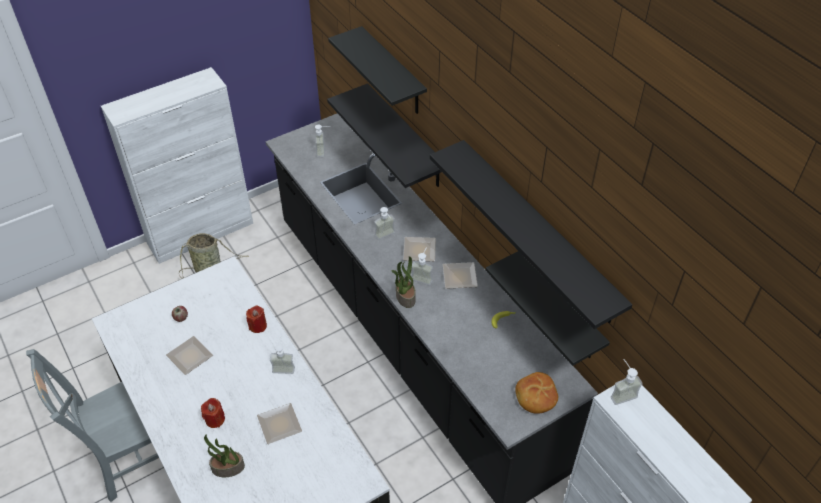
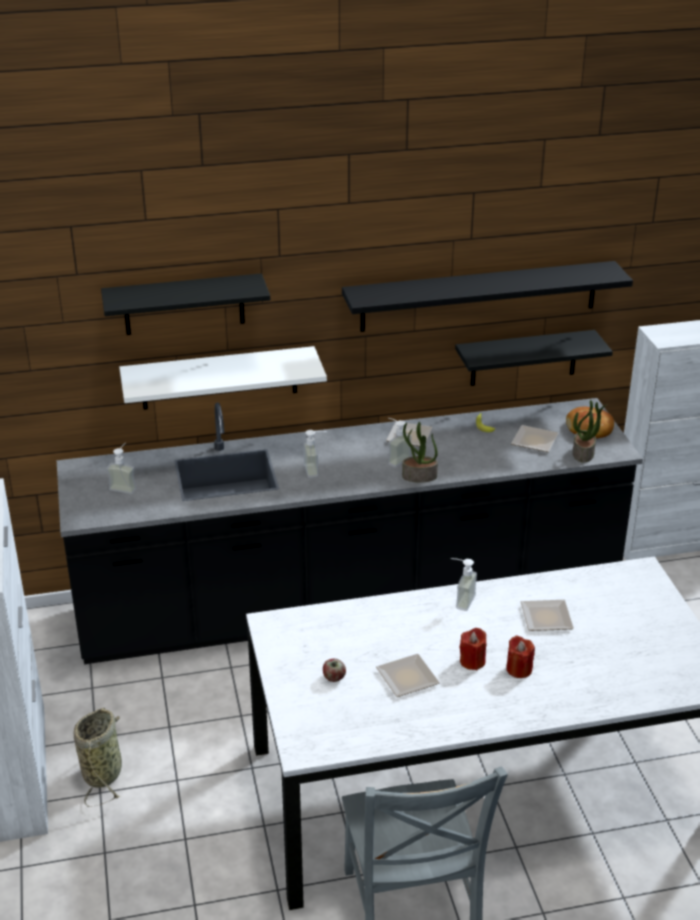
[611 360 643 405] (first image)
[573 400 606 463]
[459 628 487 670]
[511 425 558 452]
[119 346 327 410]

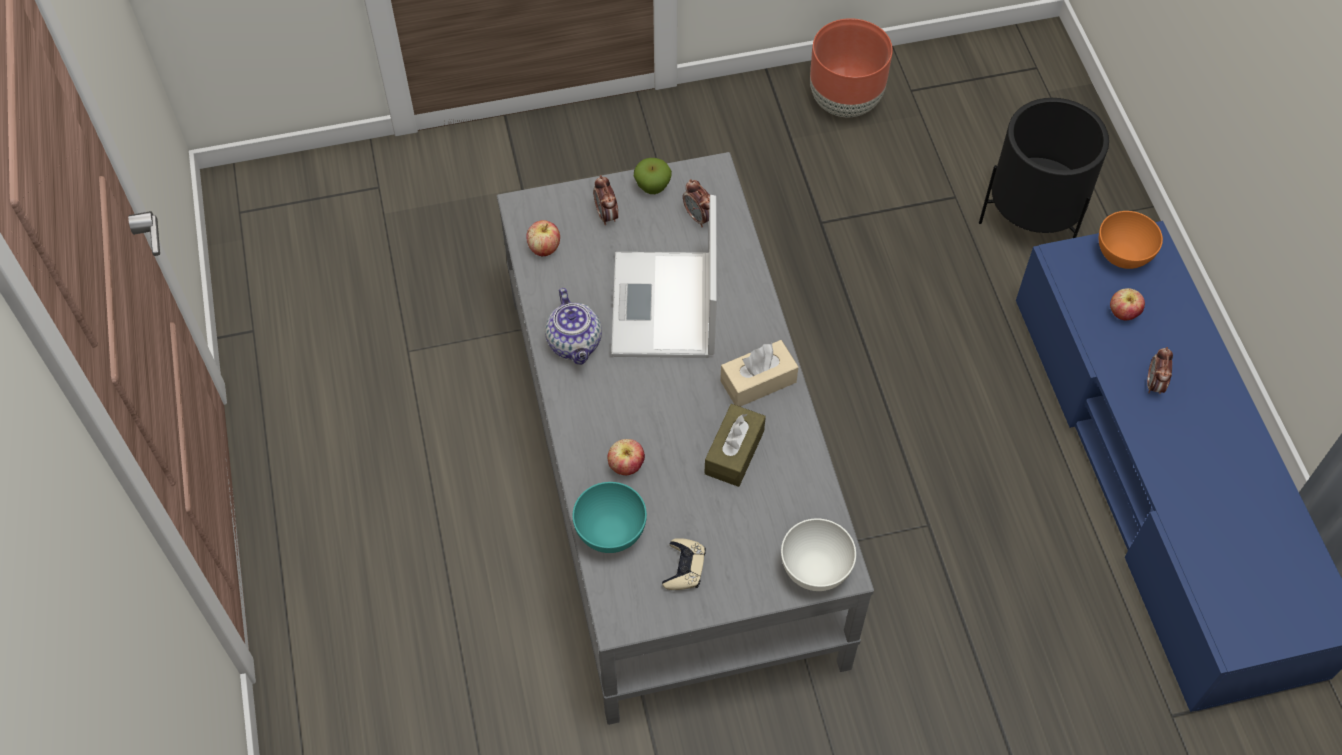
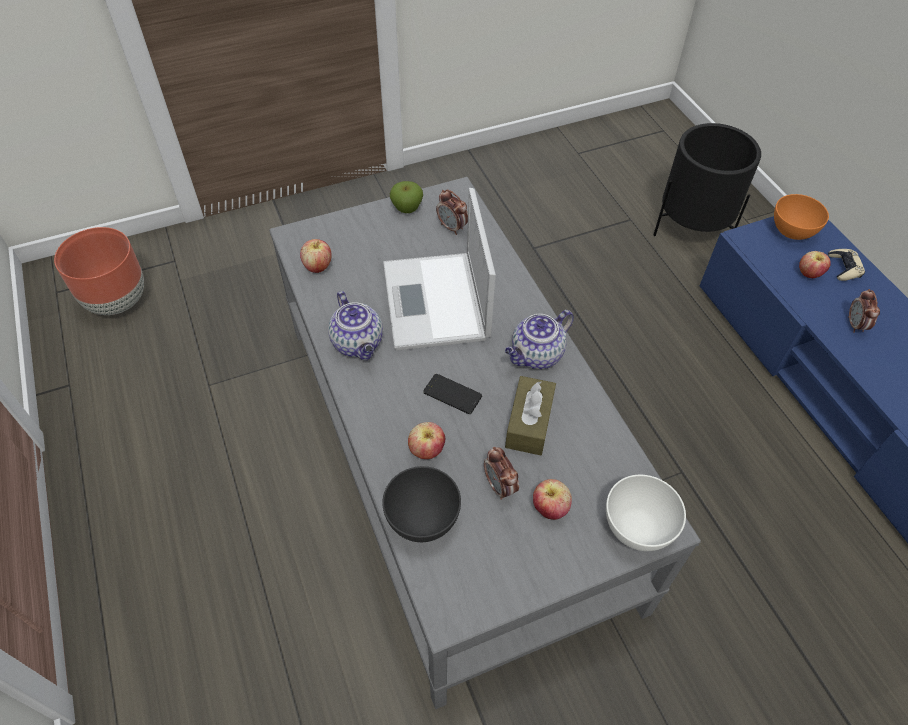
[423 374 482 414]
[533 479 572 520]
[484 447 519 500]
[828 249 865 281]
[54 227 144 315]
[505 310 574 369]
[382 466 461 542]

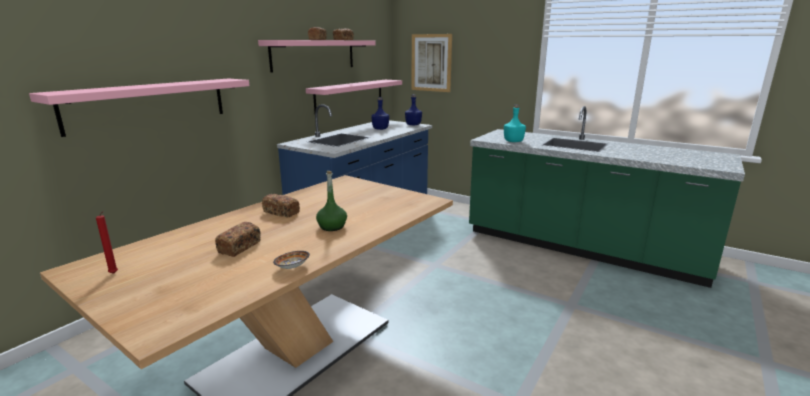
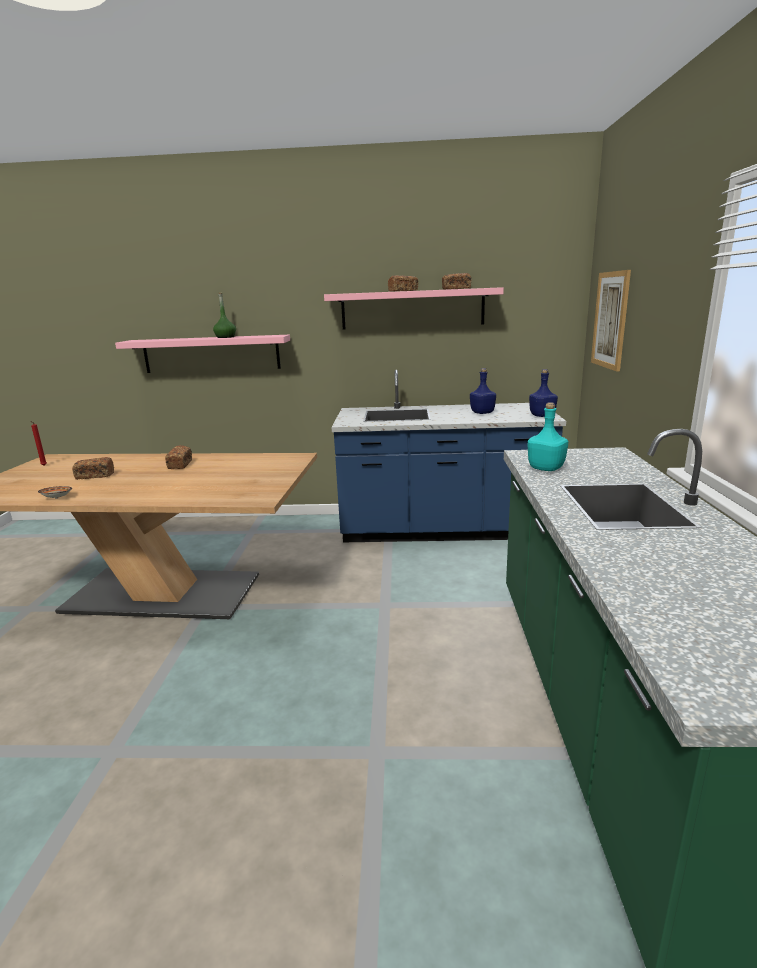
[306 80 402 113] (first image)
[213 292 236 338]

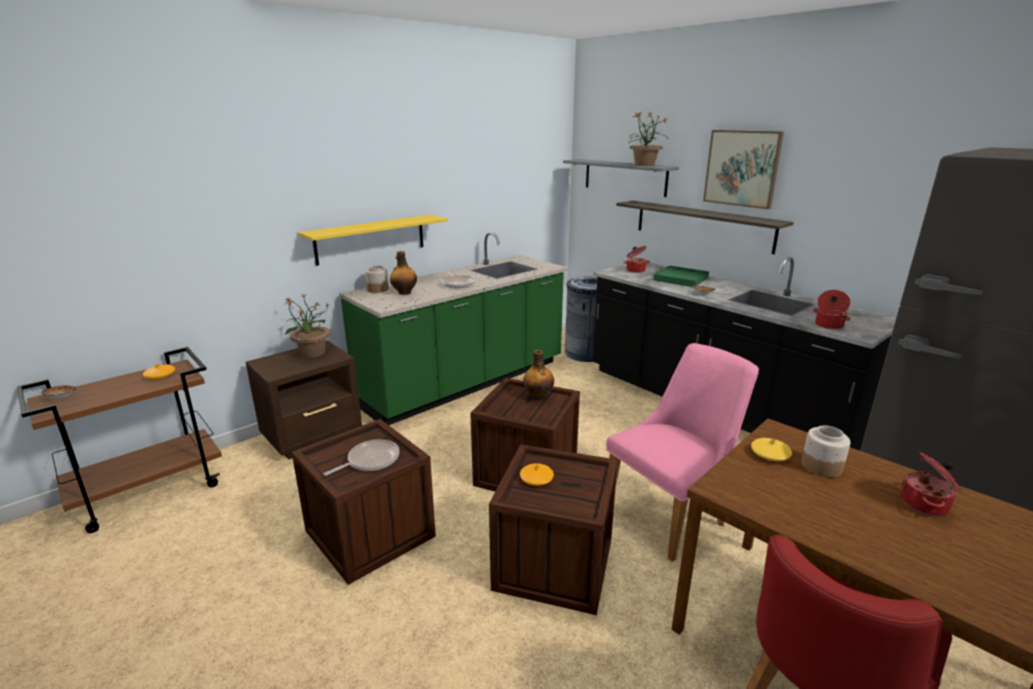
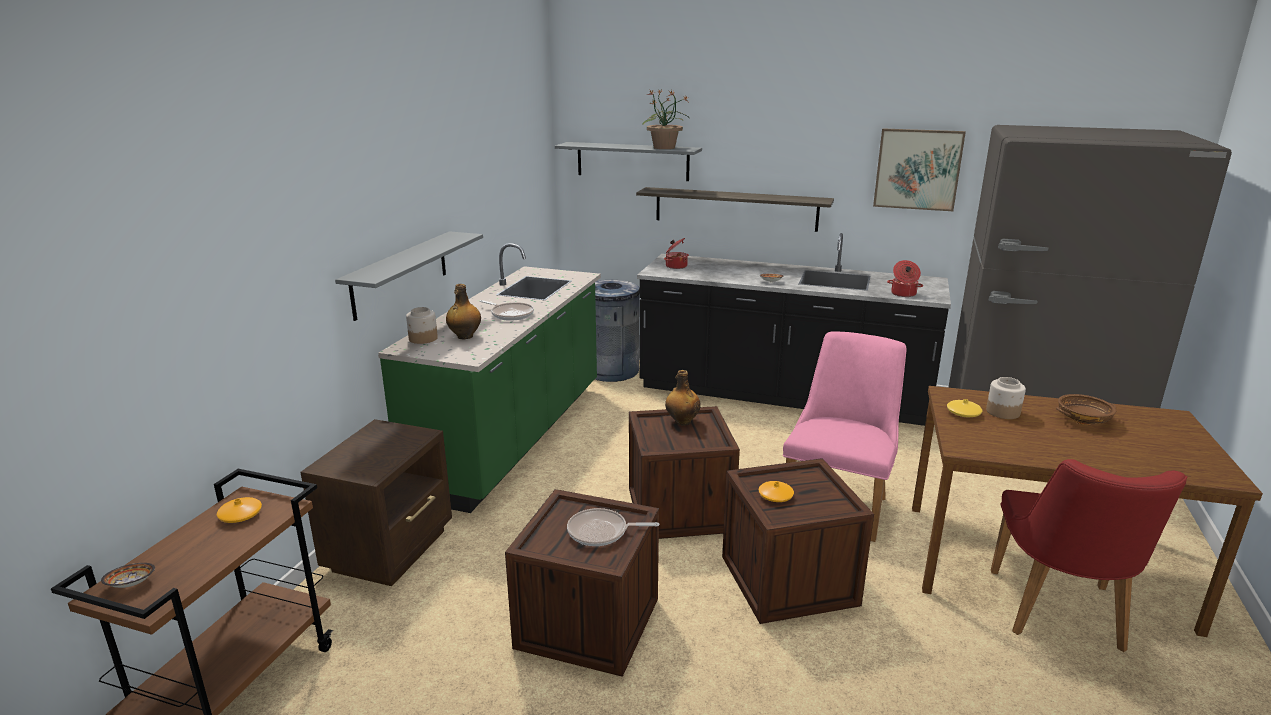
[284 294 330 358] (first image)
[653 265 709 287] (first image)
[873 128 966 211]
[1056 394 1116 425]
[335 231 483 321]
[567 508 659 546]

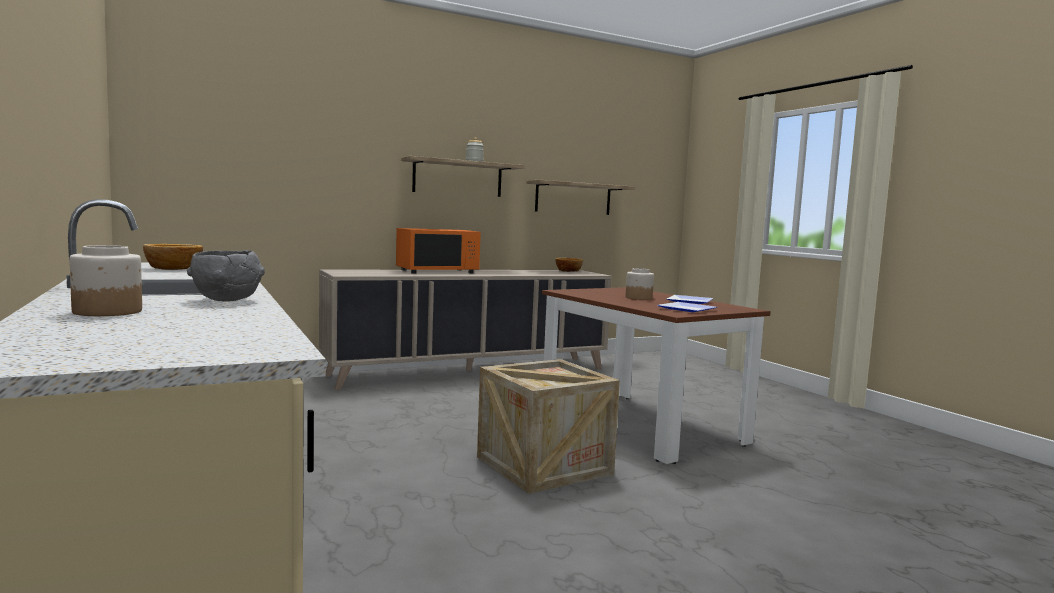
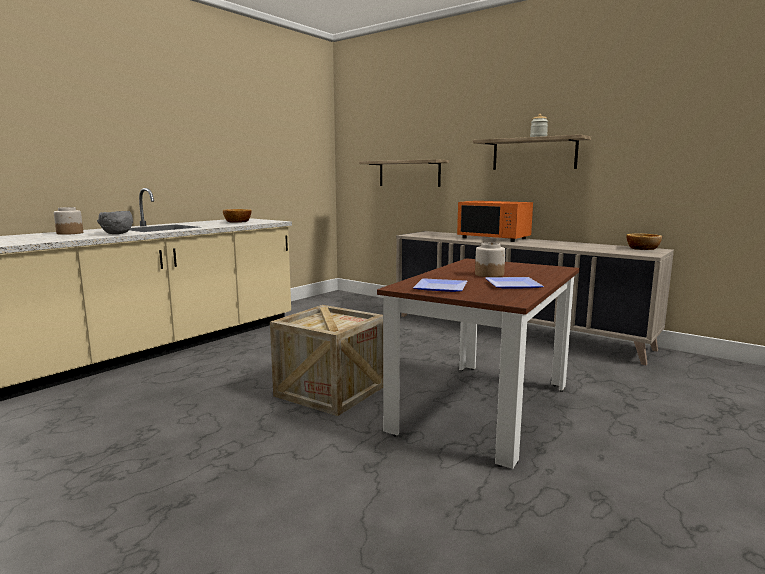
[359 159 449 187]

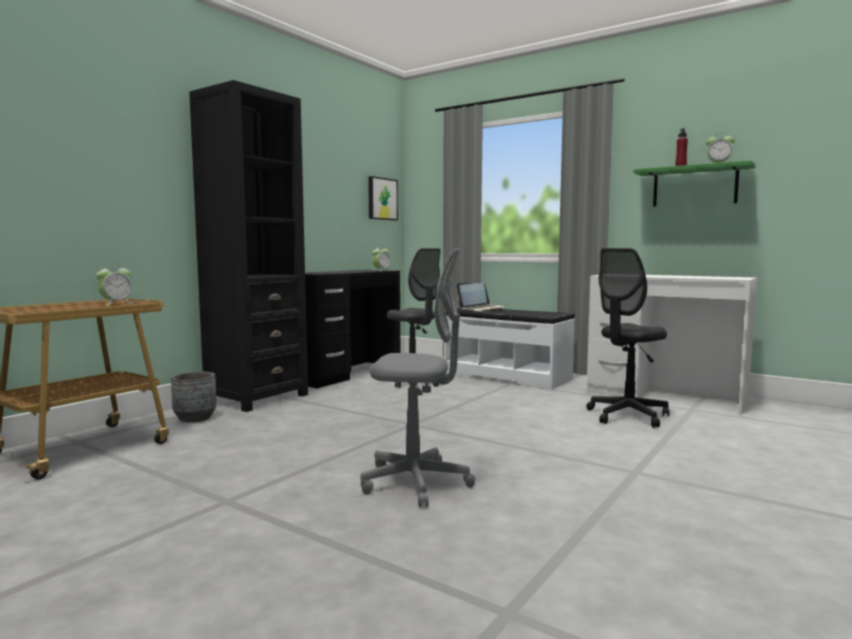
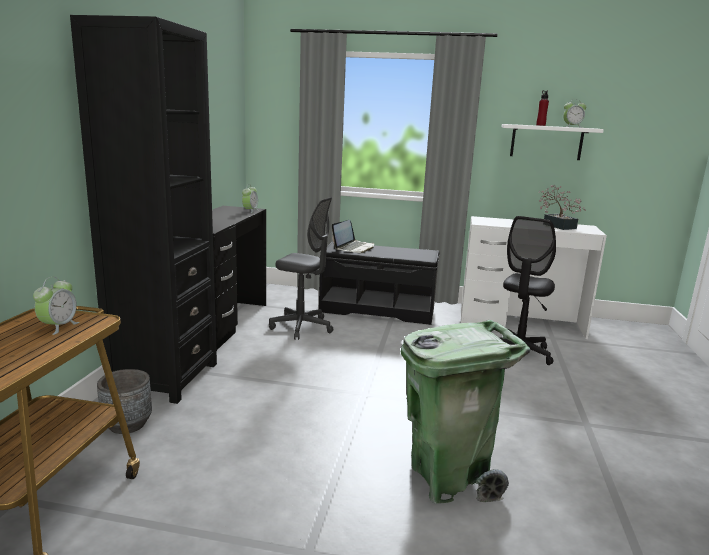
[368 176 398 220] (first image)
[539 185 586 230]
[401 320 530 504]
[319 241 439 325]
[502 124 604 160]

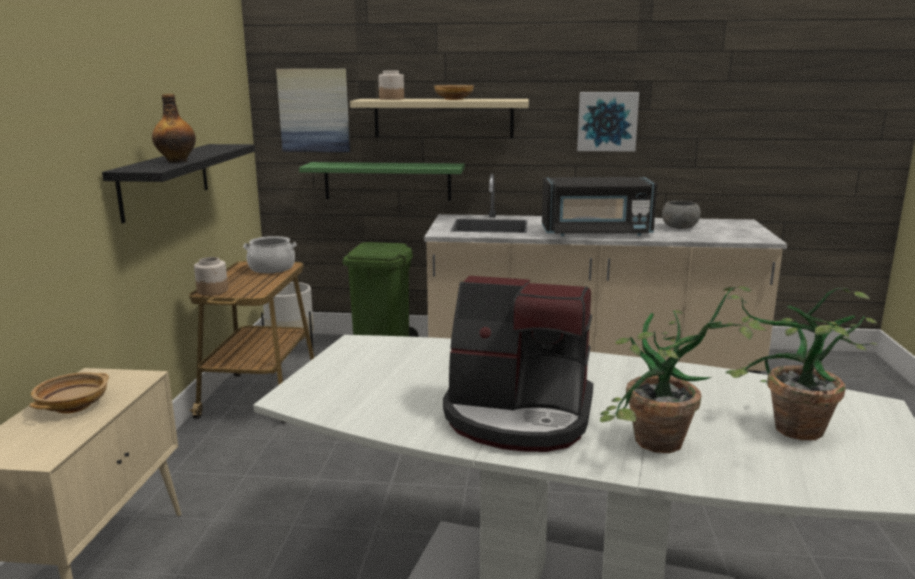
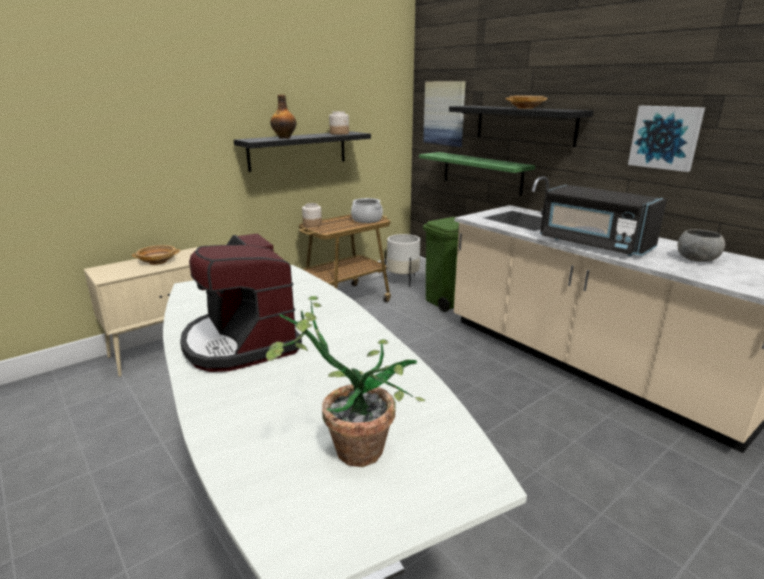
[600 287 767 453] (first image)
[329 111 349 135]
[449 106 594 147]

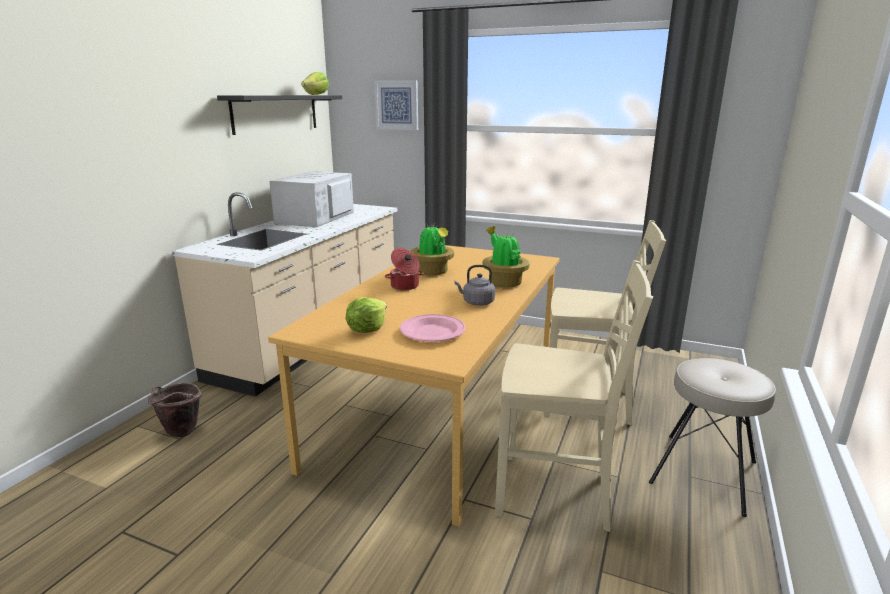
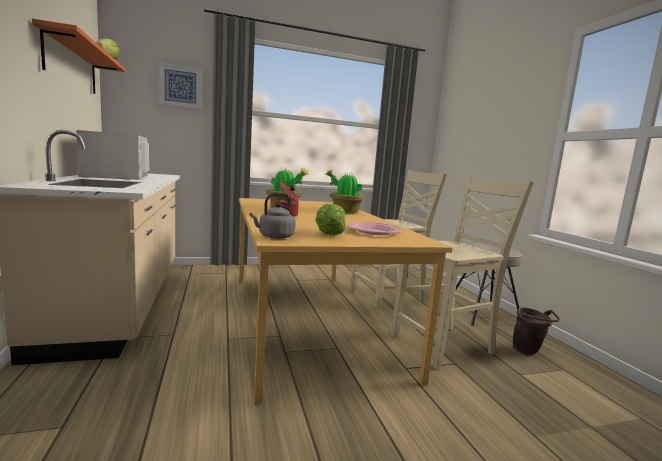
[513 307 560 355]
[250 193 296 239]
[32 18 125 94]

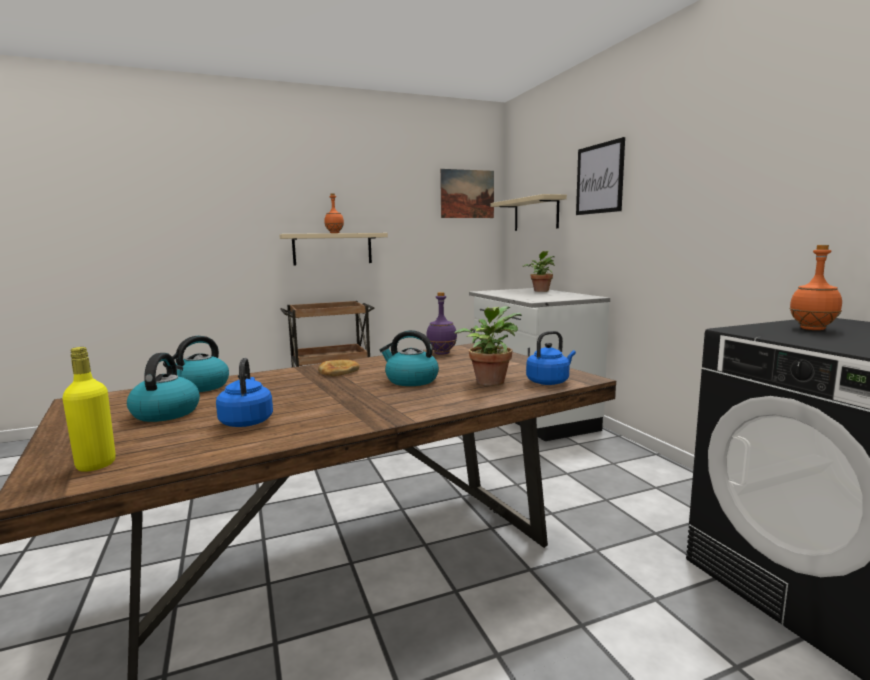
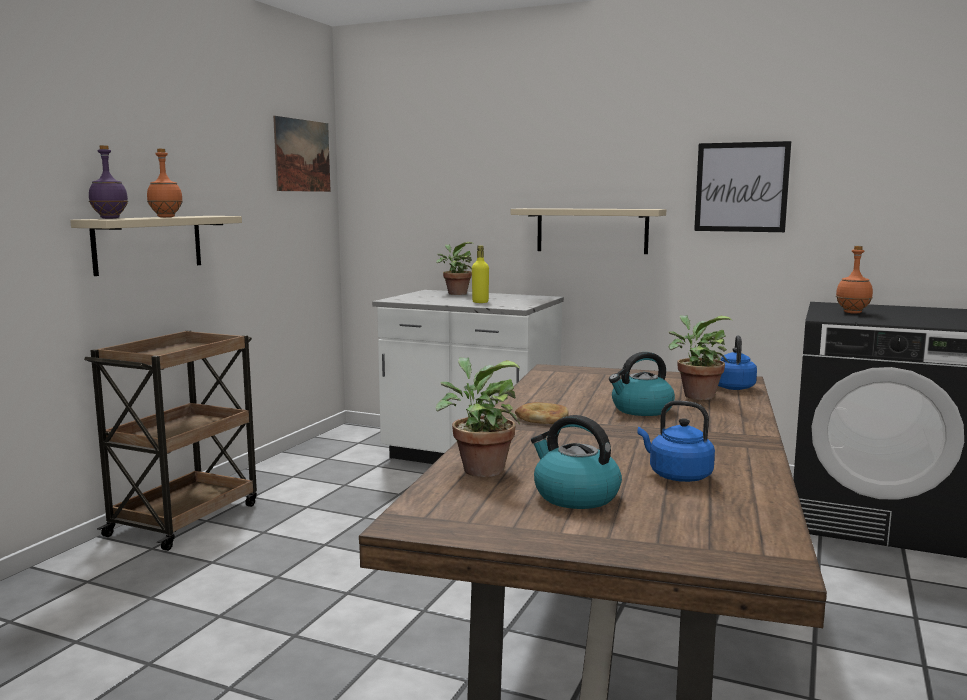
[472 245 489 303]
[89 145 128 219]
[511 208 666 254]
[694 141 791 232]
[436 357 520 477]

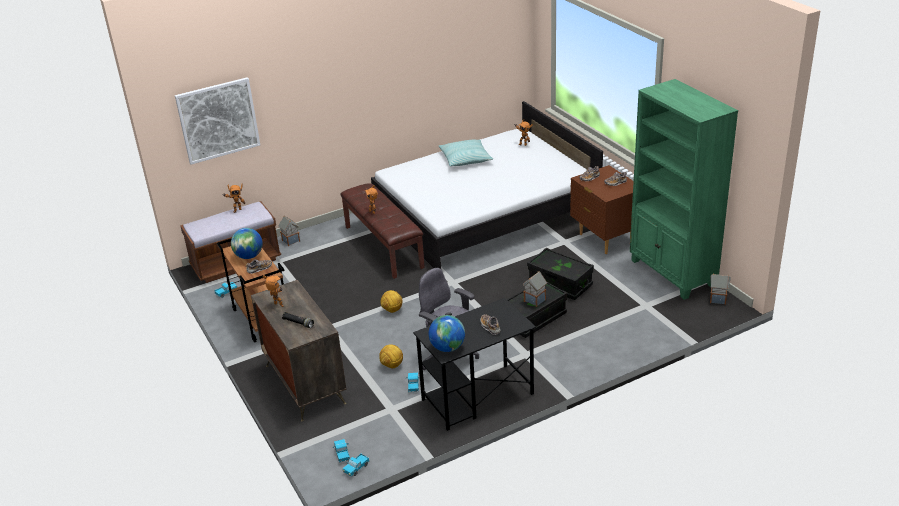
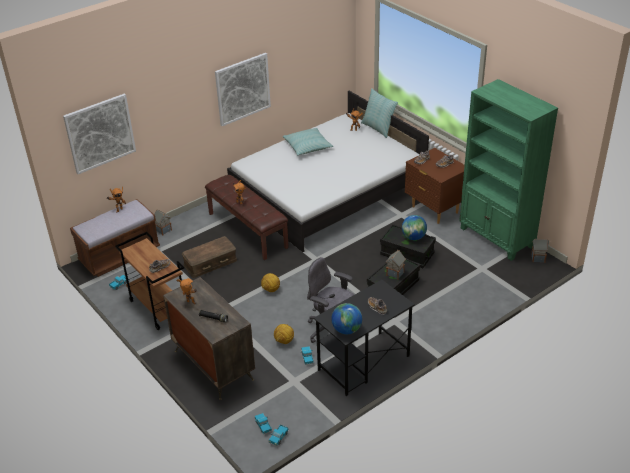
[182 236 237 278]
[215 53 271 126]
[361 88 398 138]
[402 215 427 240]

